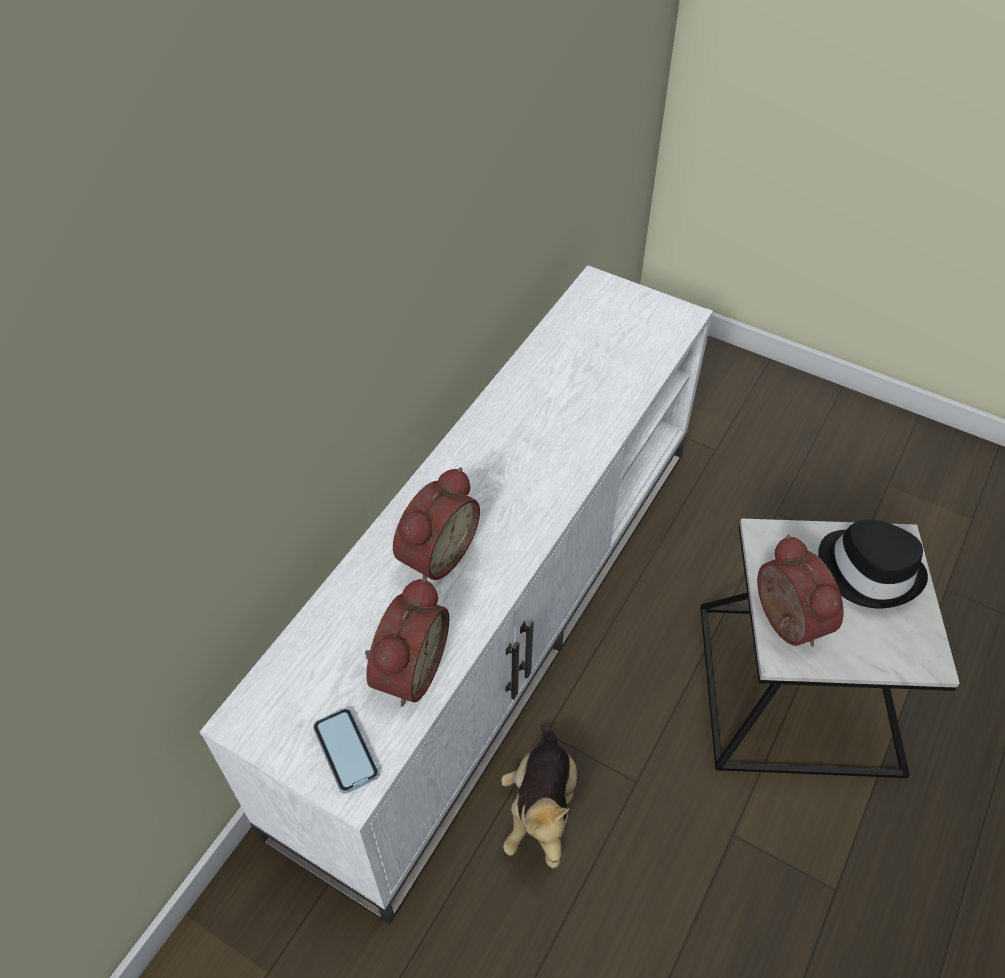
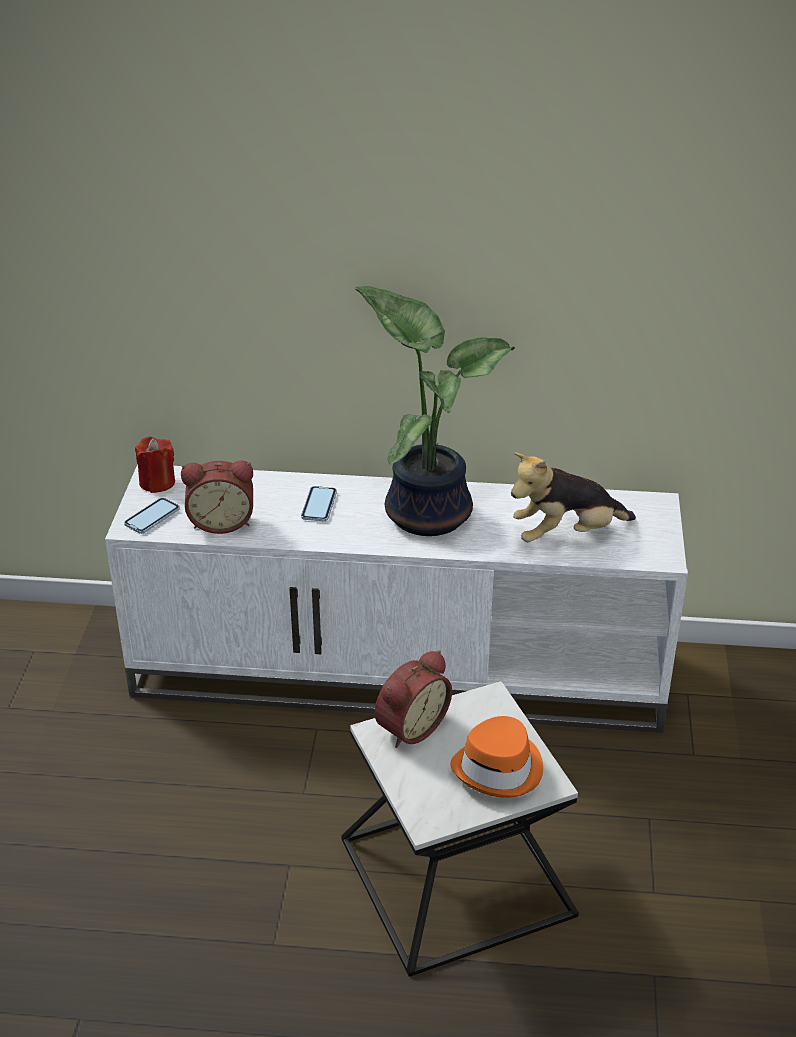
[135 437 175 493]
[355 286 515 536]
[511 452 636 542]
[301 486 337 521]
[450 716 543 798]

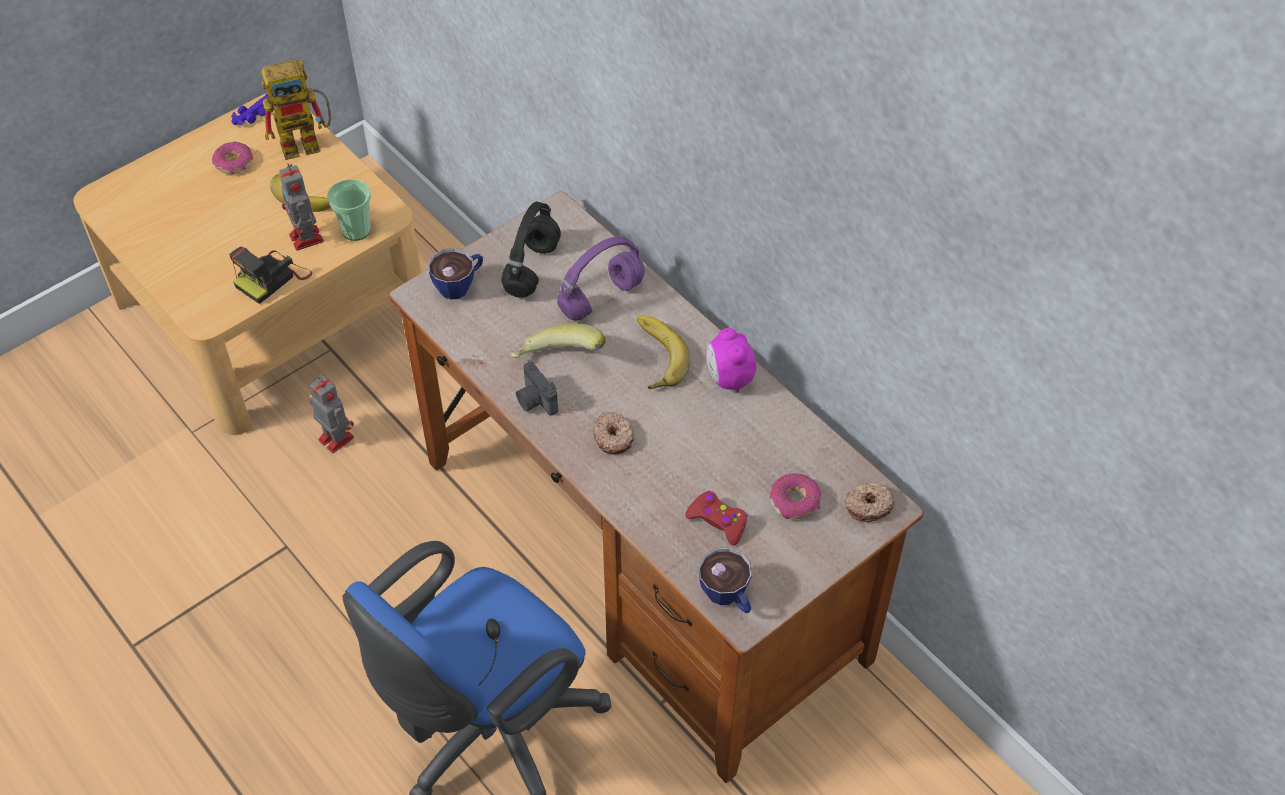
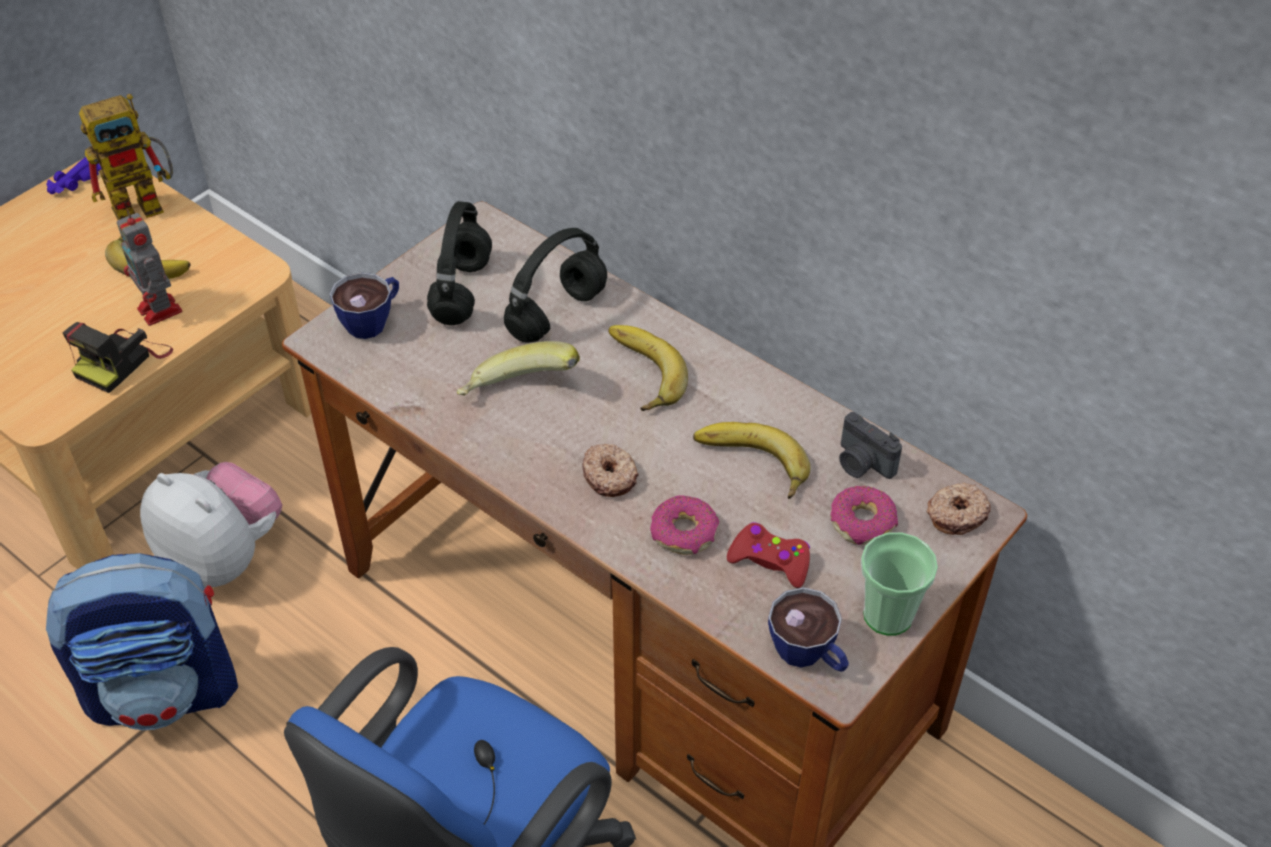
[706 328 756 393] (first image)
[46 553 238 730]
[693 422 810 499]
[650 496 719 555]
[861 532 938 636]
[839 412 902 479]
[140 462 282 587]
[504 228 607 343]

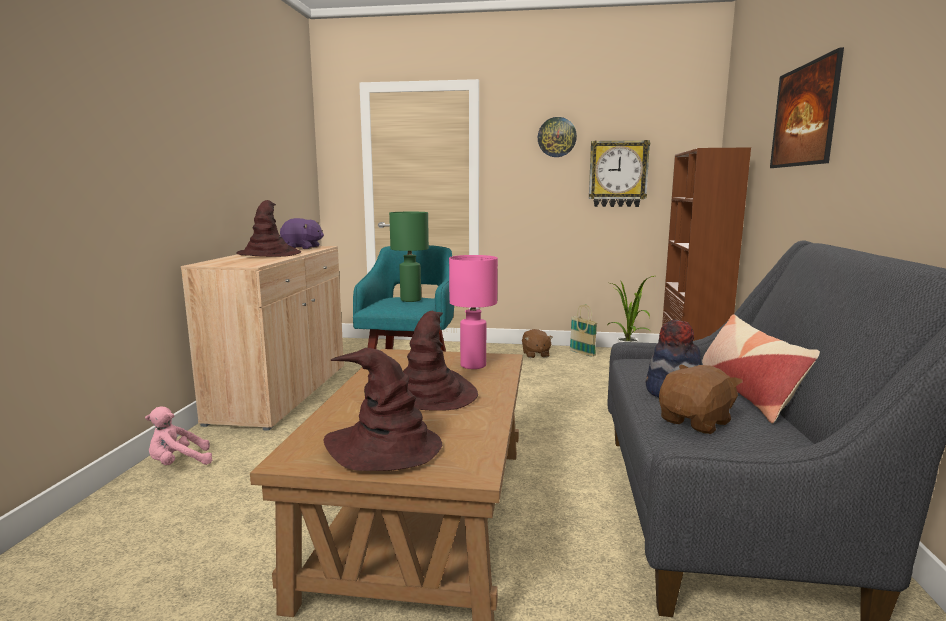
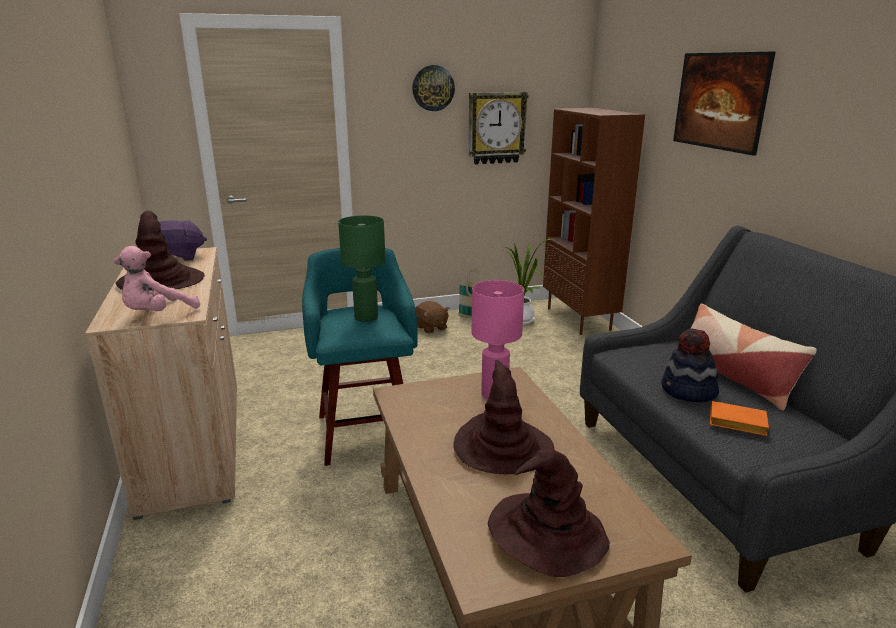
[114 246 200 311]
[710 401 769 436]

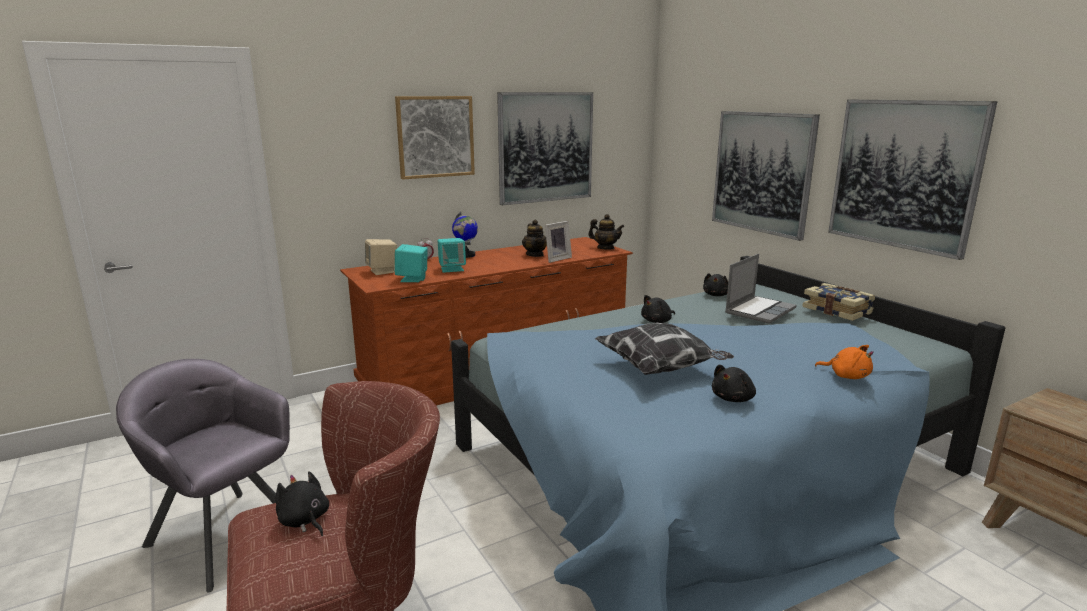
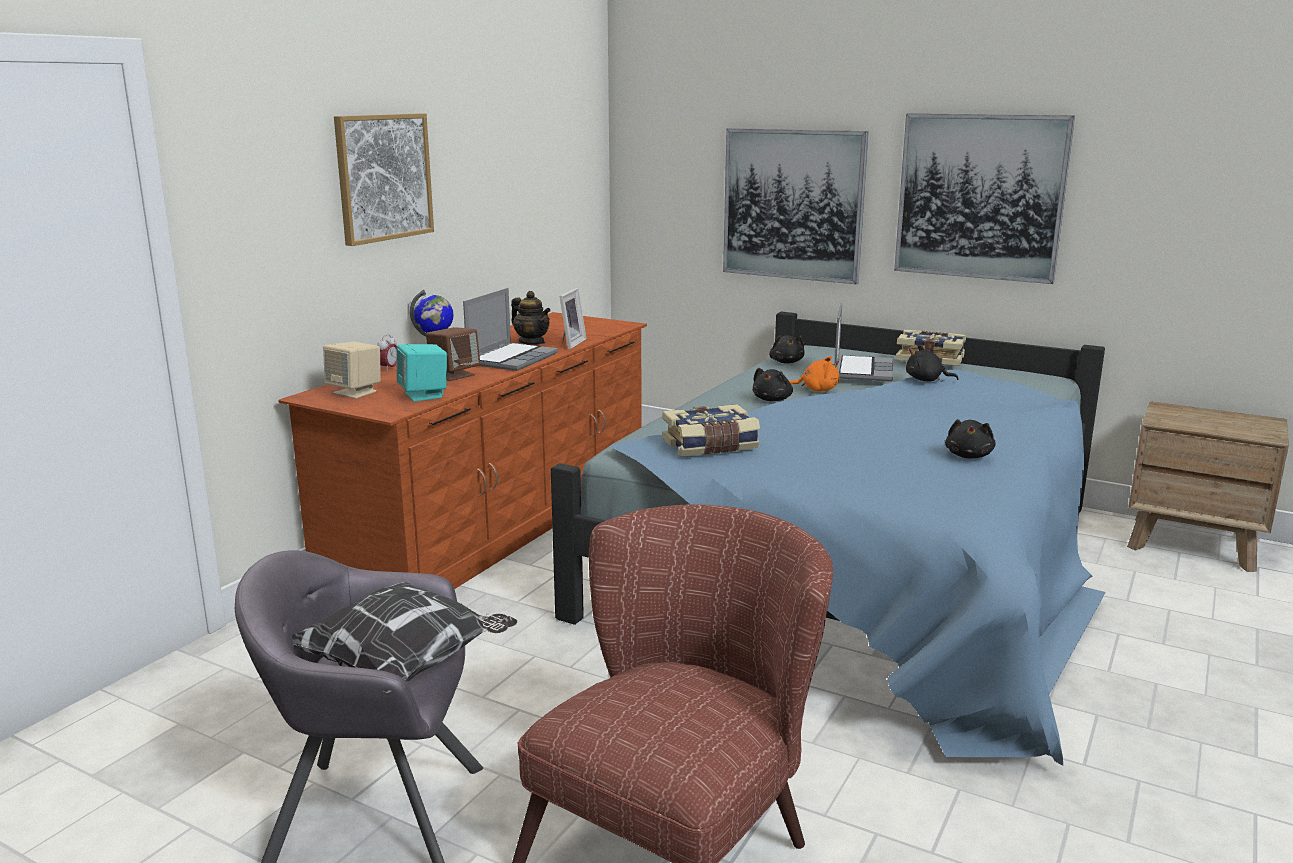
[497 92 593 205] (first image)
[588 214 624 250] (first image)
[463 288 558 371]
[663 404 760 456]
[906 345 959 382]
[292 582 518 693]
[789 356 839 391]
[426 327 480 381]

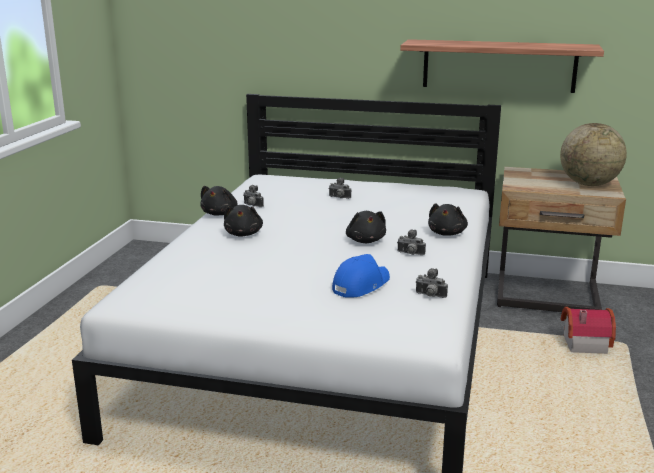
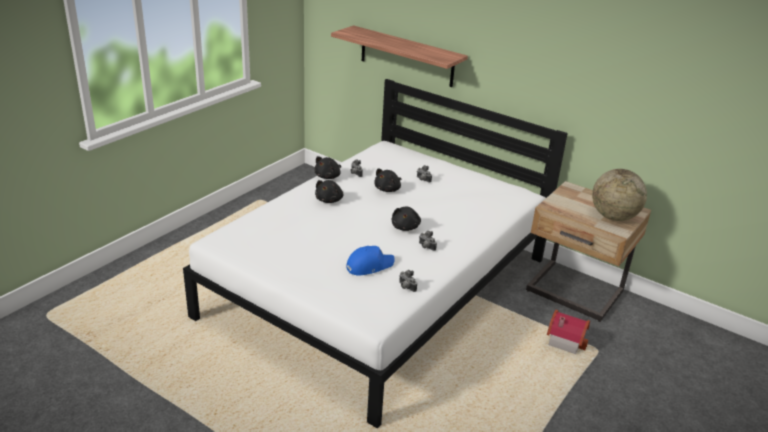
[331 25 468 87]
[374 168 401 192]

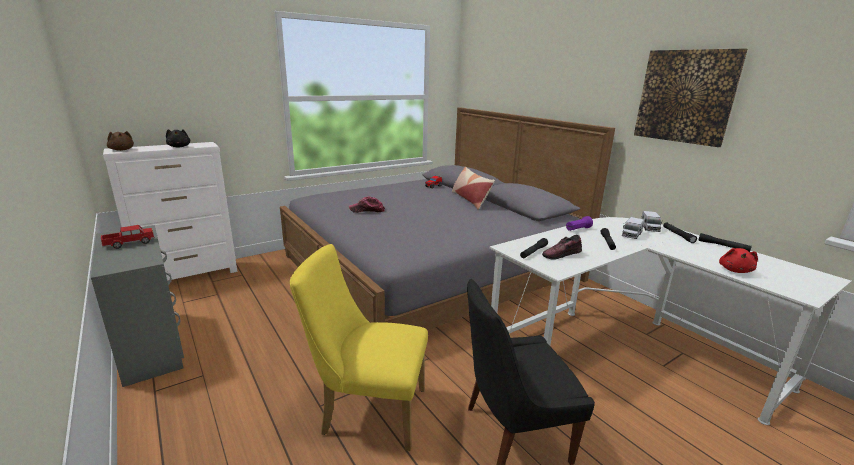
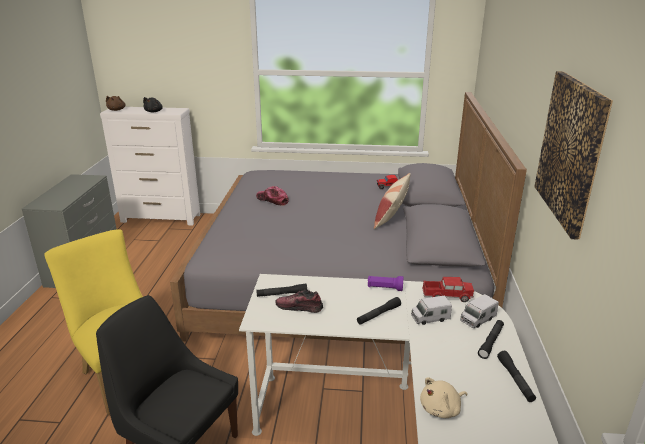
[422 277 474 302]
[420 377 468 418]

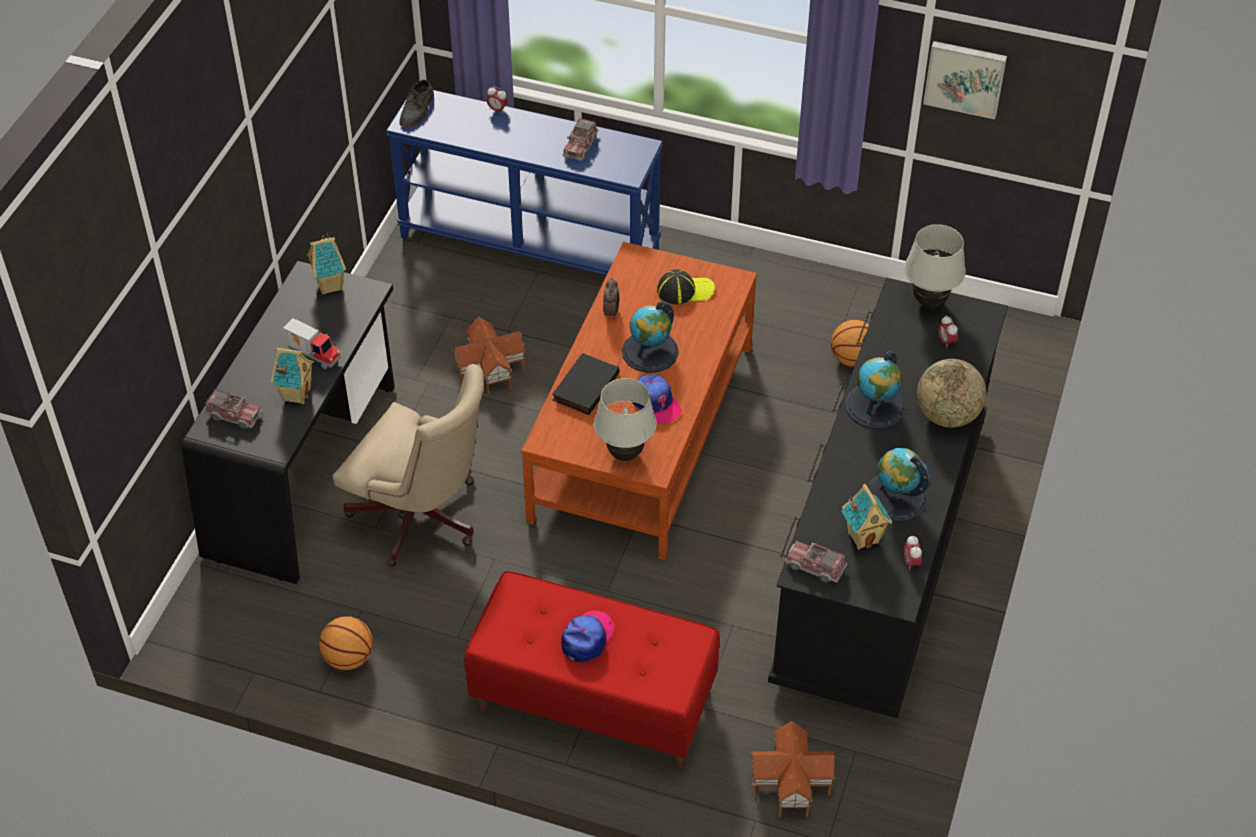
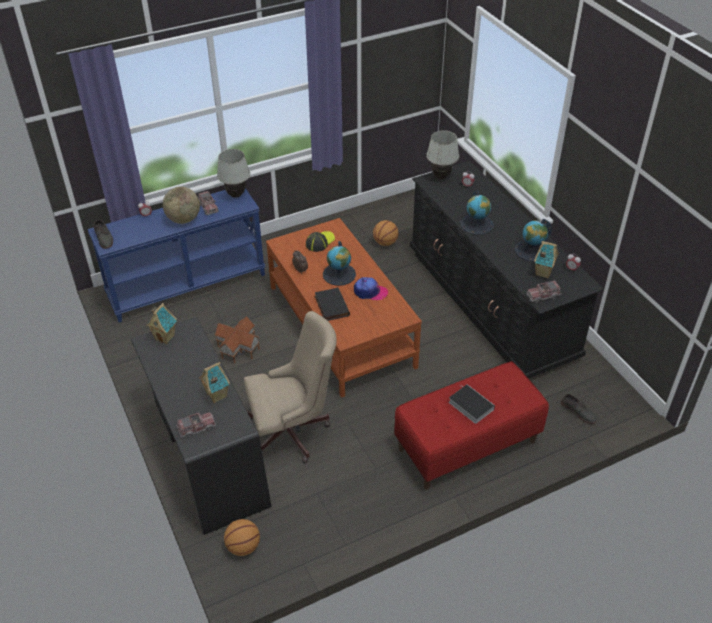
[283 318 341 369] (first image)
[923 41 1007 119] (first image)
[224 519 260 556]
[217 149 250 198]
[163 187 200 224]
[449 384 495 424]
[561 394 597 424]

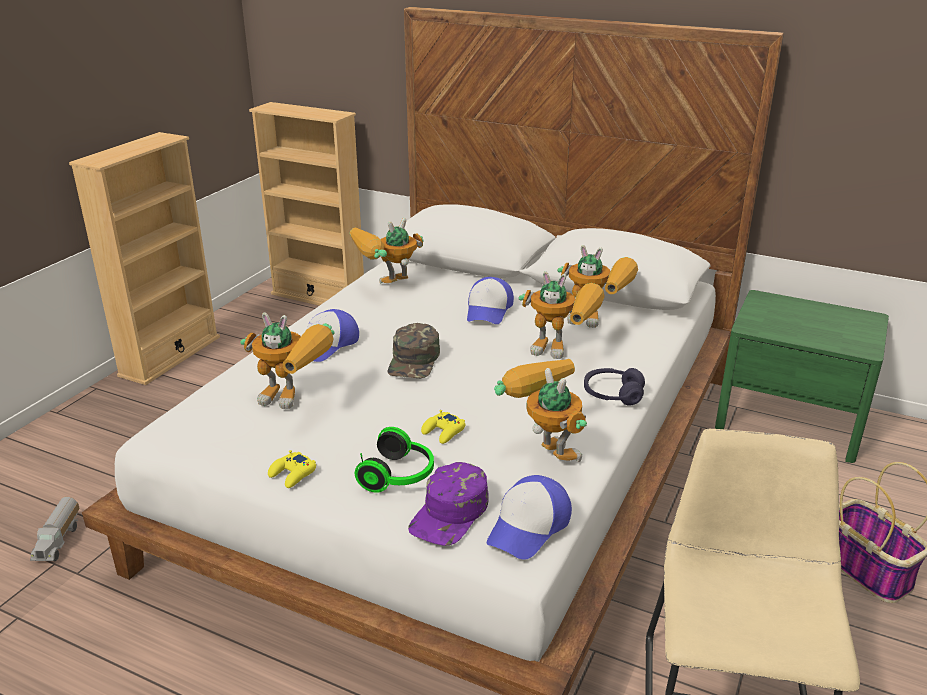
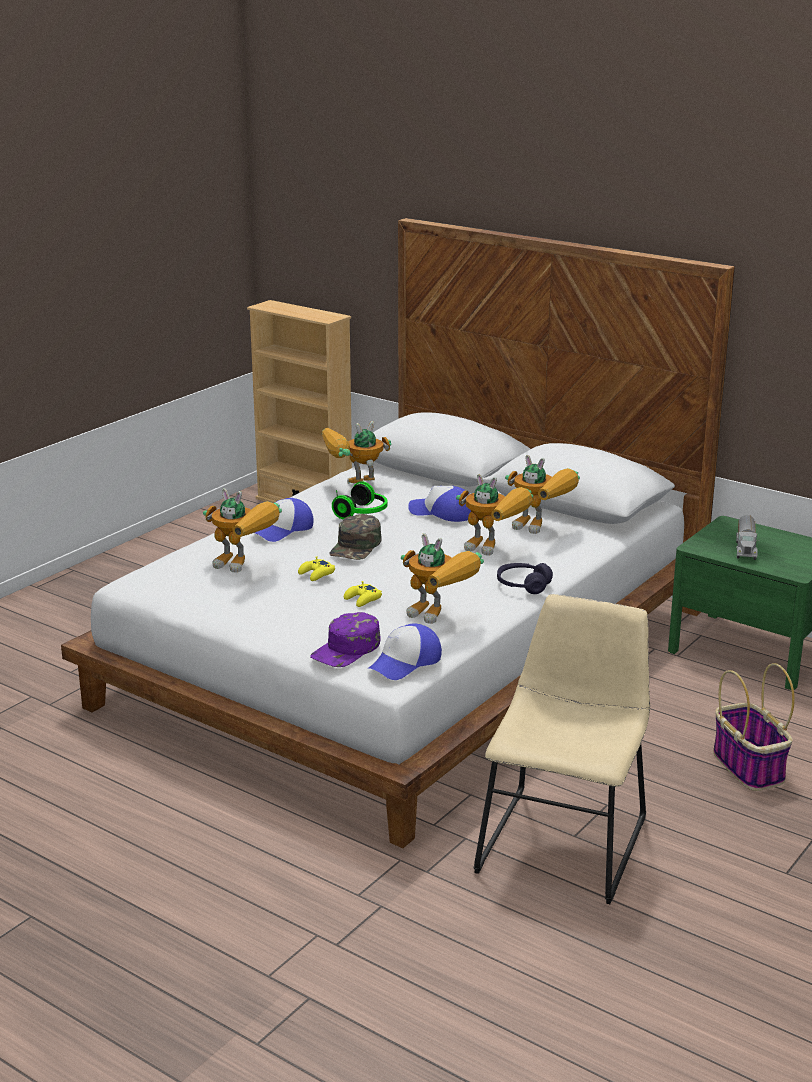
[69 132 220 385] (first image)
[736 515 759 560]
[298 556 335 581]
[332 481 388 519]
[408 486 471 522]
[401 533 484 624]

